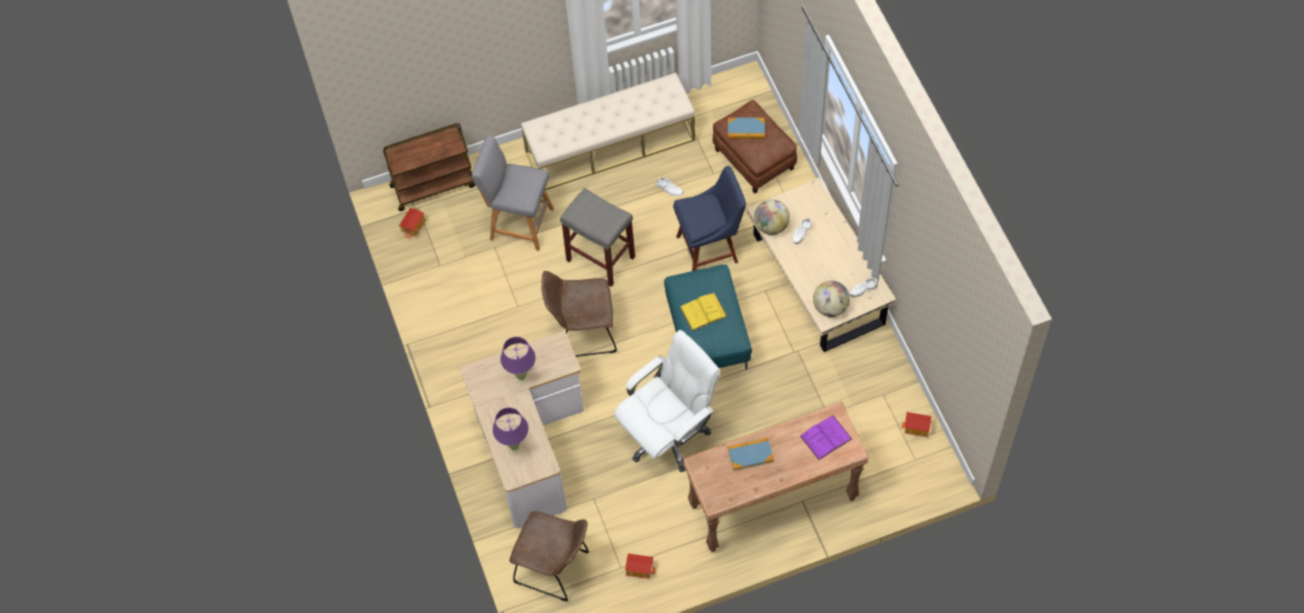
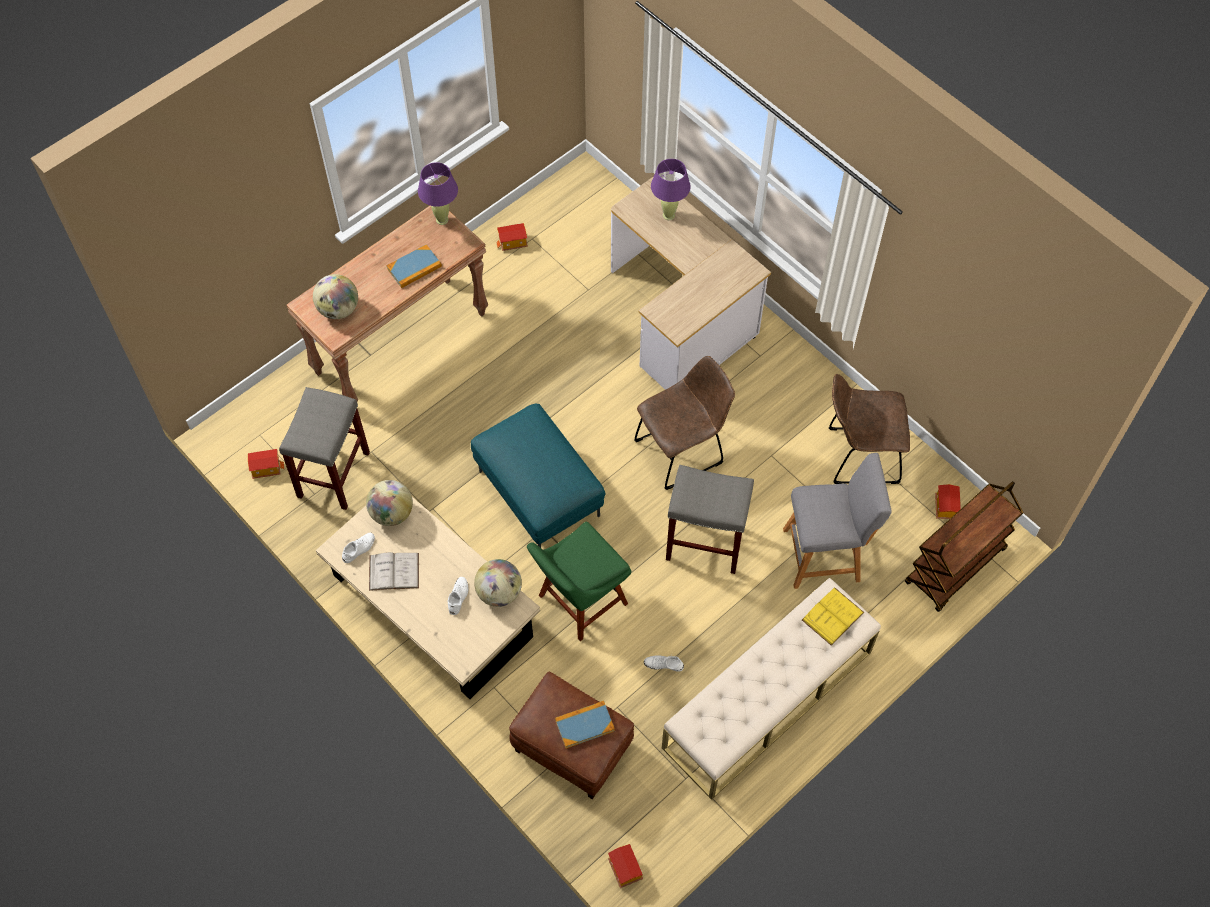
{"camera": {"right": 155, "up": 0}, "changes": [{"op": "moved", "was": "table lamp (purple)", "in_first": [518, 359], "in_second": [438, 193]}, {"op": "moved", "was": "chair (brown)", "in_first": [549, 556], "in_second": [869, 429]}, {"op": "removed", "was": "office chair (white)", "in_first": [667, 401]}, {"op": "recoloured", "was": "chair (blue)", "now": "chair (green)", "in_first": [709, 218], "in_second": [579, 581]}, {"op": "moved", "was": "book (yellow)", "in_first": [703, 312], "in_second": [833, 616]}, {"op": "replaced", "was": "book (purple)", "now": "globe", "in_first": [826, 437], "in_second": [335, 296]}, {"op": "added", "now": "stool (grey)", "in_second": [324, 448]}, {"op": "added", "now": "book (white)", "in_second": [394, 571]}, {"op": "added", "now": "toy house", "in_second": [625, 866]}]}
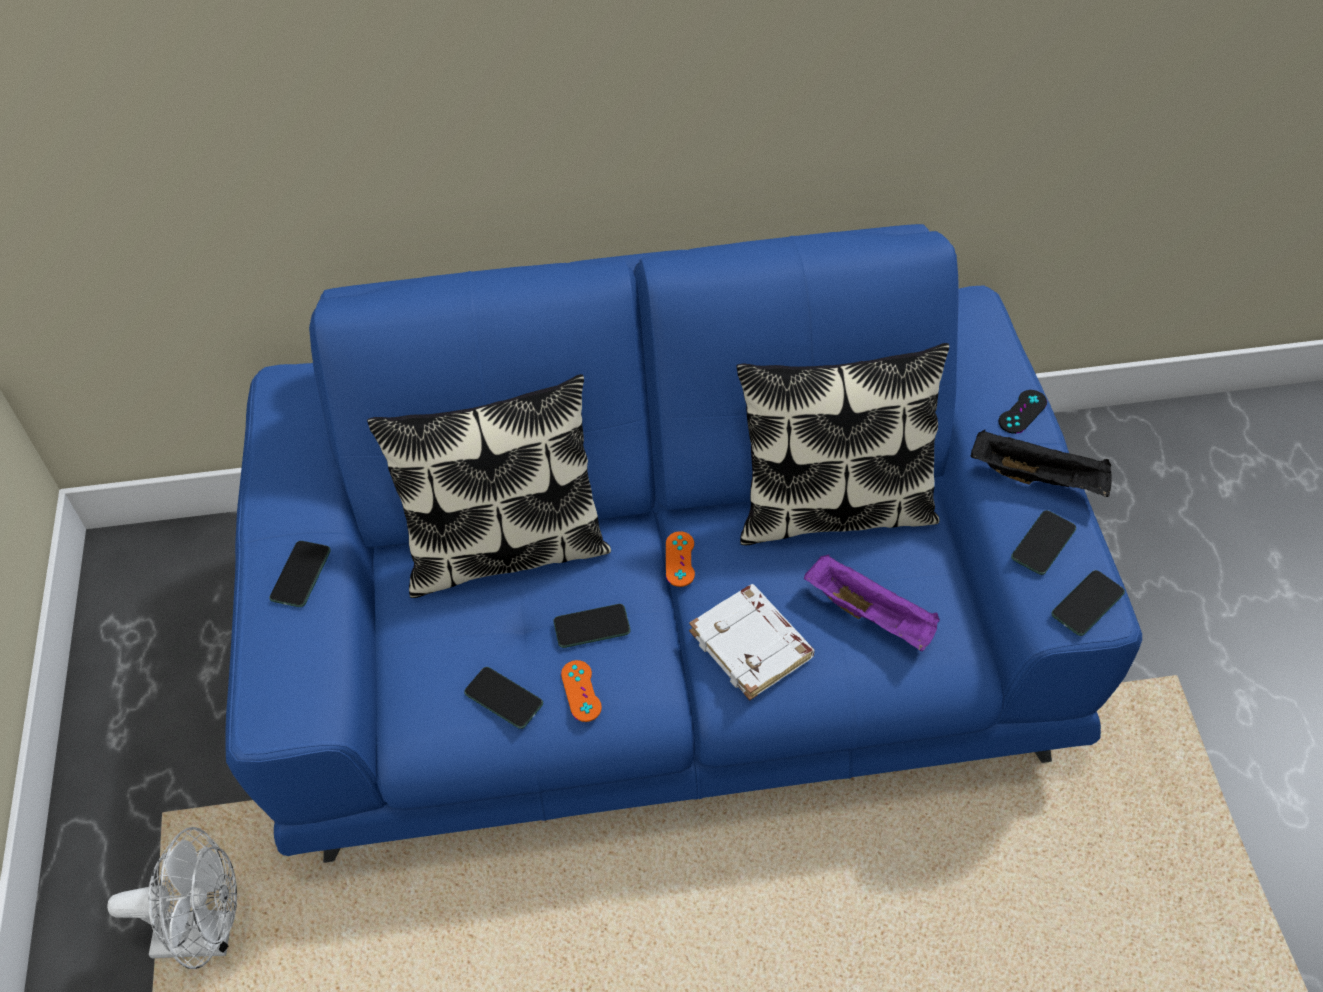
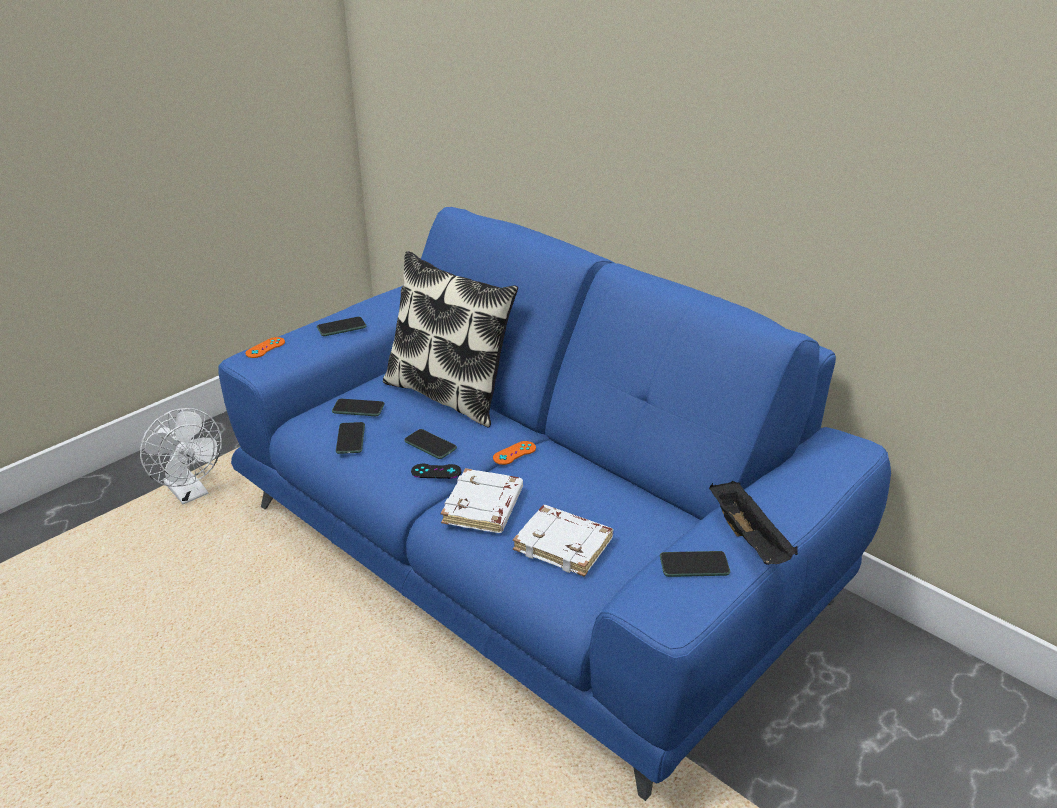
{"camera": {"right": 50, "up": -20}, "changes": [{"op": "moved", "was": "game controller (orange)", "in_first": [581, 691], "in_second": [265, 347]}, {"op": "removed", "was": "pillow", "in_first": [843, 444]}, {"op": "replaced", "was": "tray (purple)", "now": "book (white)", "in_first": [872, 602], "in_second": [563, 541]}, {"op": "moved", "was": "game controller (black)", "in_first": [1023, 412], "in_second": [436, 471]}, {"op": "moved", "was": "phone", "in_first": [1088, 603], "in_second": [358, 407]}]}
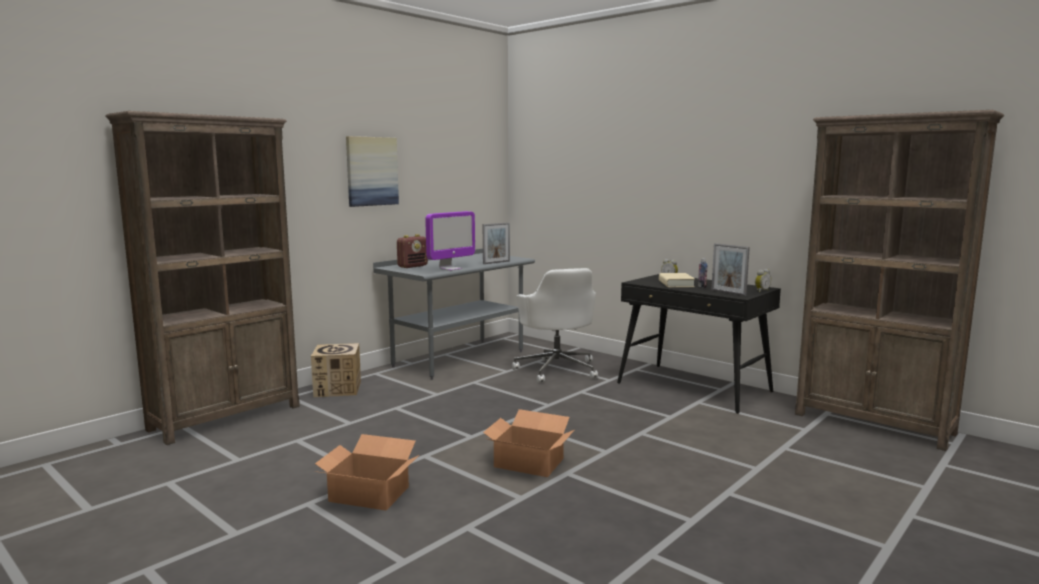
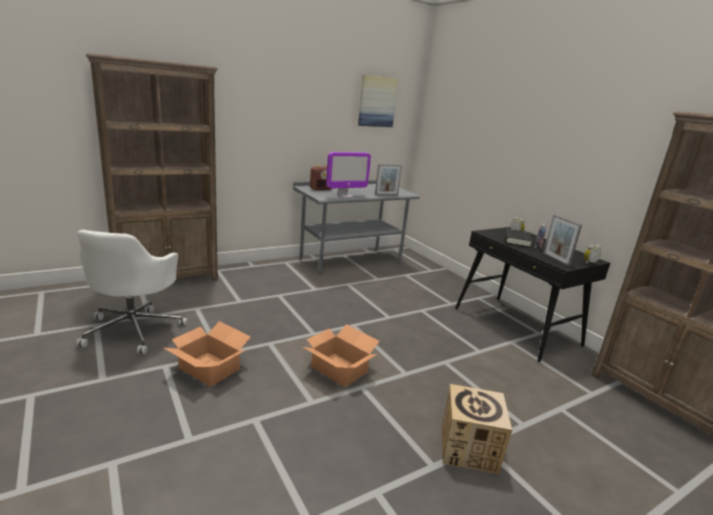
{"camera": {"right": 15, "up": 10}, "changes": [{"op": "moved", "was": "cardboard box", "in_first": [336, 370], "in_second": [477, 429]}, {"op": "moved", "was": "picture", "in_first": [372, 171], "in_second": [378, 101]}, {"op": "moved", "was": "office chair (white)", "in_first": [555, 325], "in_second": [132, 292]}, {"op": "recoloured", "was": "book (beige)", "now": "book (black)", "in_first": [677, 280], "in_second": [518, 238]}]}
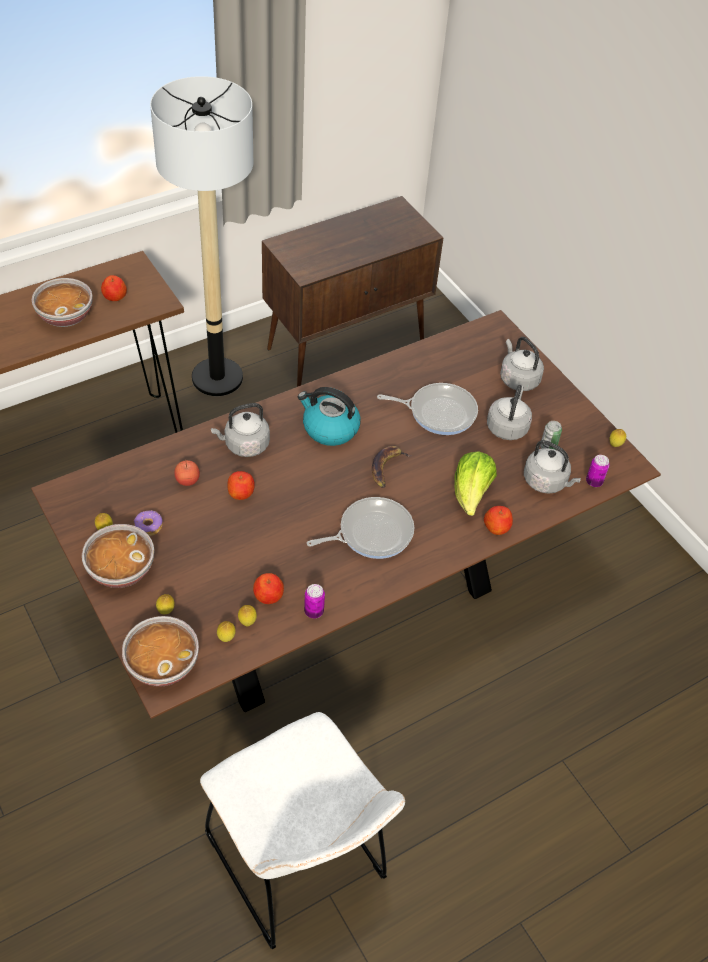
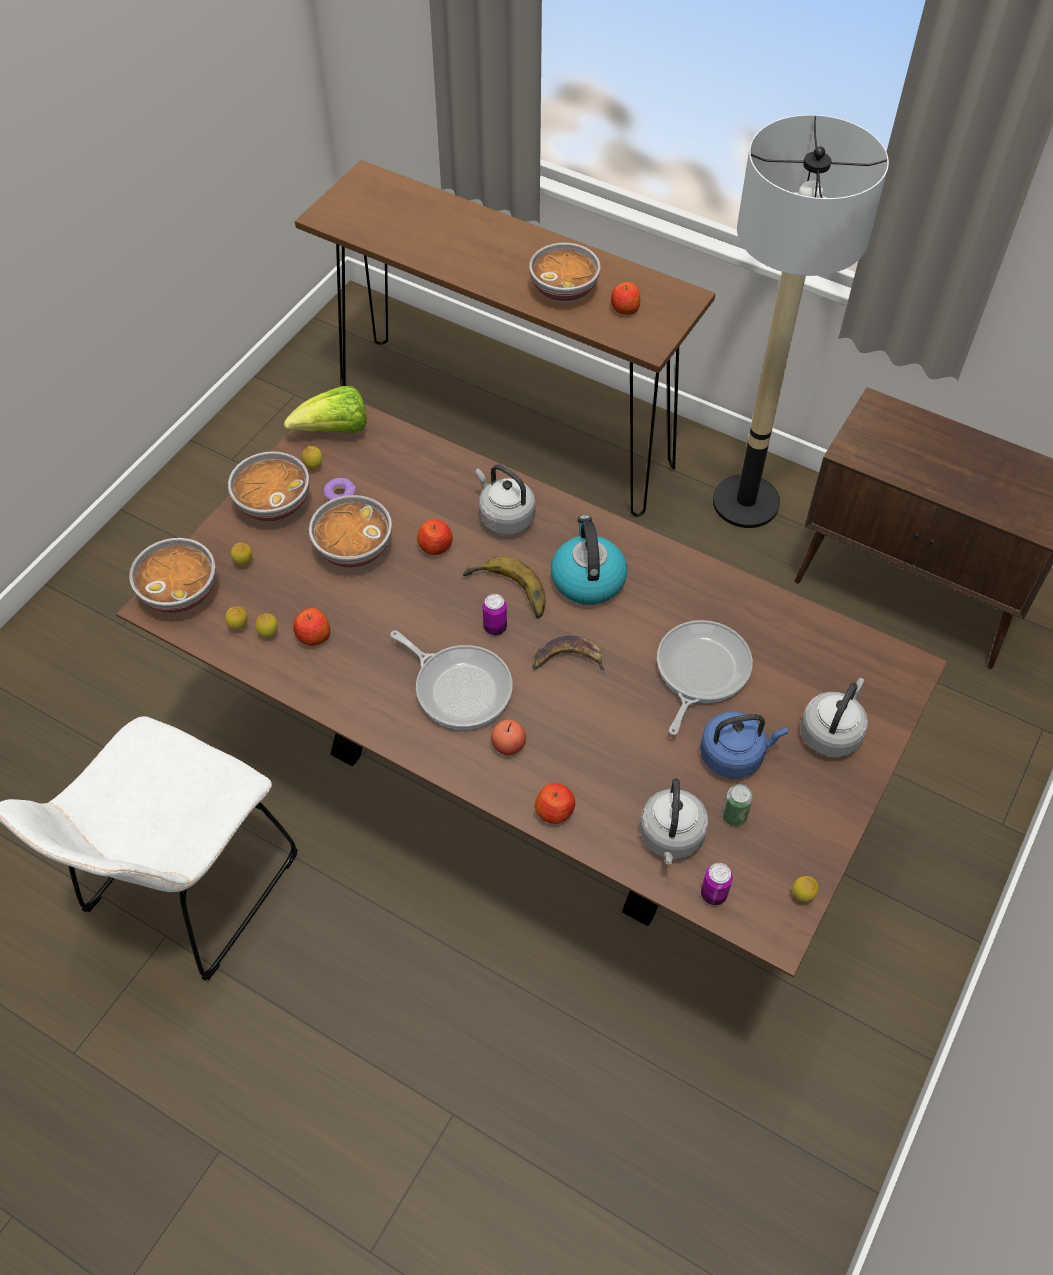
{"camera": {"right": 65, "up": 5}, "changes": [{"op": "moved", "was": "apple", "in_first": [187, 473], "in_second": [508, 737]}, {"op": "moved", "was": "can", "in_first": [314, 601], "in_second": [495, 615]}, {"op": "turned", "was": "frying pan", "in_first": [427, 409], "in_second": [705, 677], "clockwise": -135}, {"op": "moved", "was": "lettuce", "in_first": [475, 483], "in_second": [325, 409]}, {"op": "recoloured", "was": "kettle (grey)", "now": "kettle (blue)", "in_first": [509, 412], "in_second": [744, 745]}, {"op": "added", "now": "bowl", "in_second": [350, 531]}, {"op": "added", "now": "banana", "in_second": [504, 587]}]}
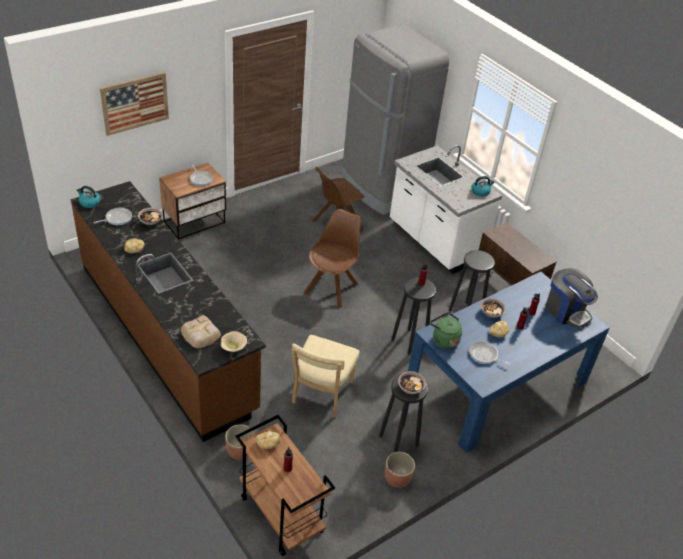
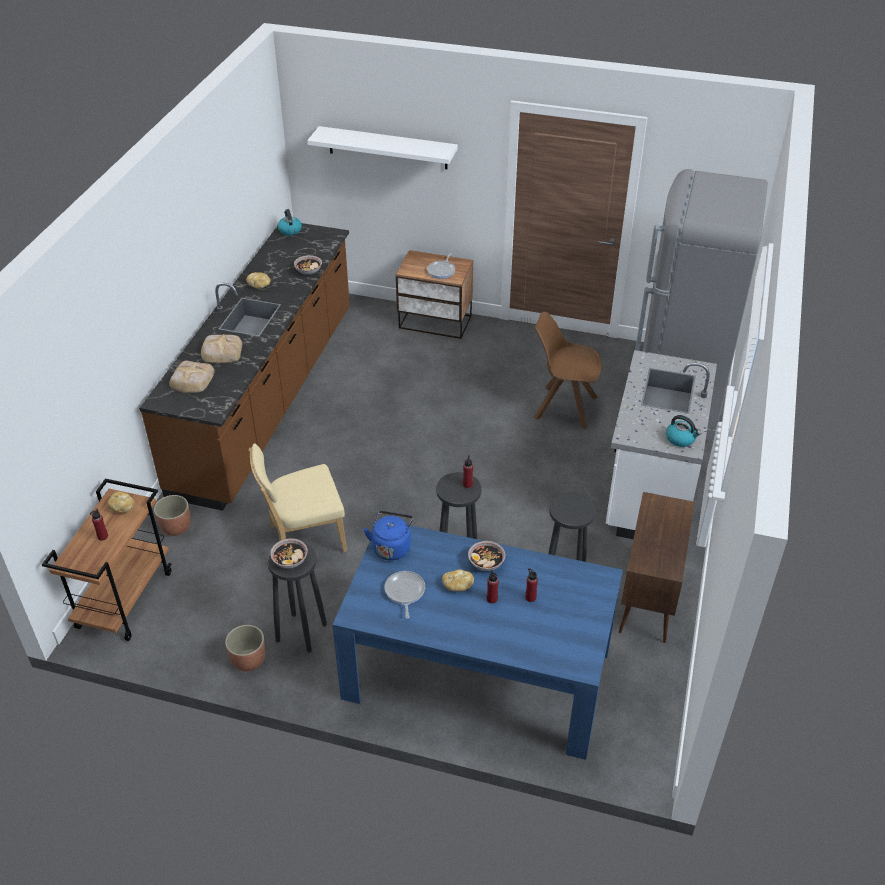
{"camera": {"right": 55, "up": 0}, "changes": [{"op": "removed", "was": "frying pan", "in_first": [113, 216]}, {"op": "replaced", "was": "picture", "now": "shelf (white)", "in_first": [134, 104], "in_second": [382, 147]}, {"op": "removed", "was": "bowl (beige)", "in_first": [234, 341]}, {"op": "removed", "was": "chair (brown)", "in_first": [332, 258]}, {"op": "recoloured", "was": "kettle (green)", "now": "kettle (blue)", "in_first": [446, 330], "in_second": [388, 535]}, {"op": "removed", "was": "coffee machine", "in_first": [571, 298]}, {"op": "added", "now": "bread", "in_second": [221, 348]}]}
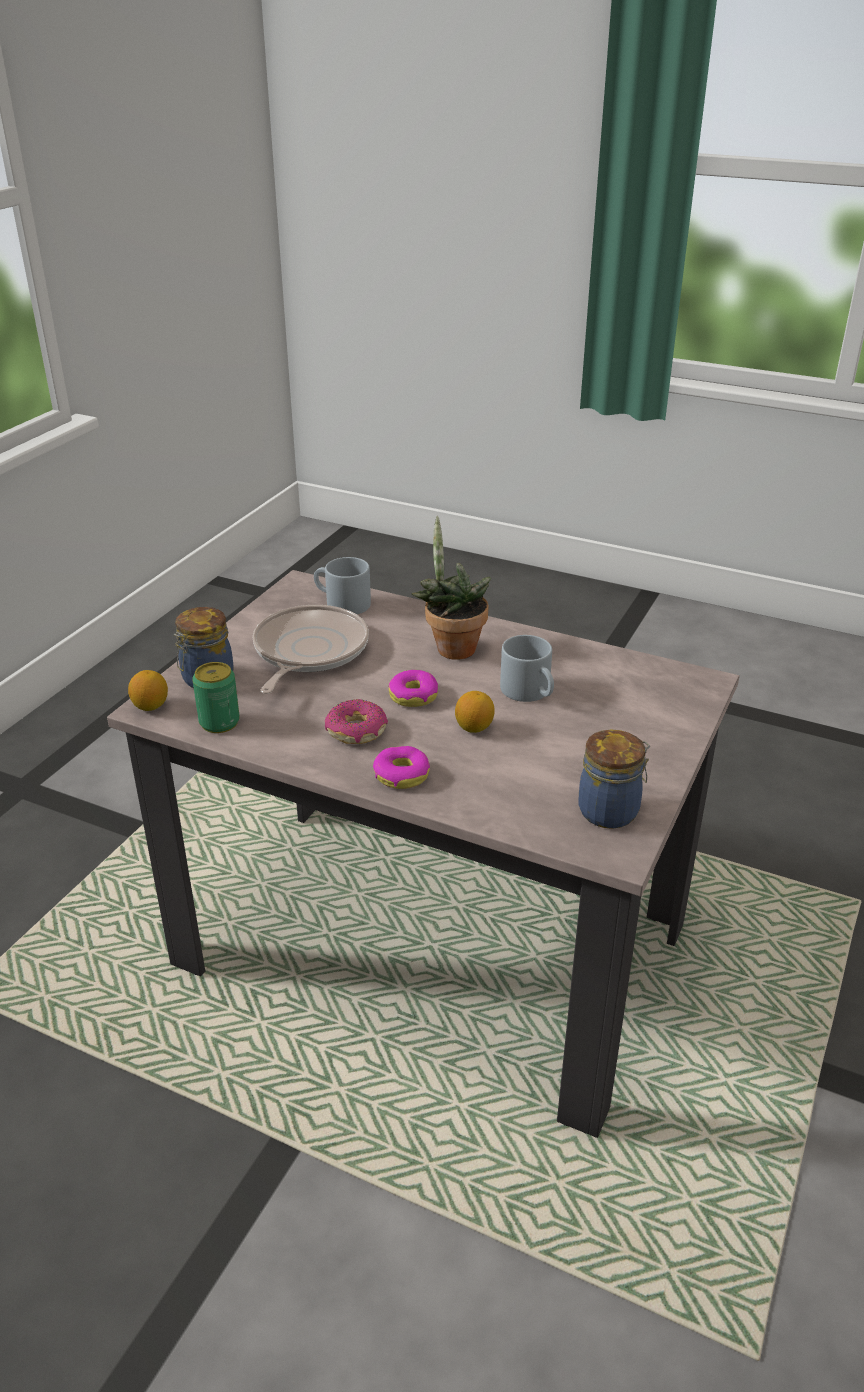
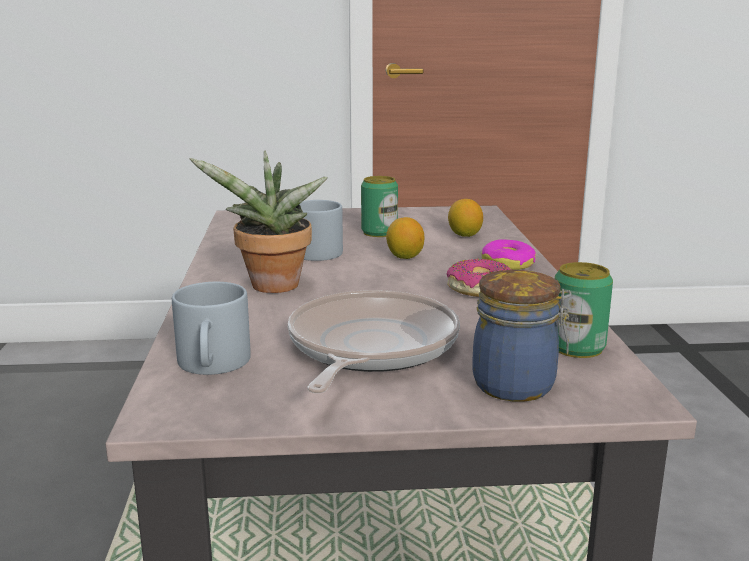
{"camera": {"right": -120, "up": -15}, "changes": [{"op": "moved", "was": "lemon", "in_first": [148, 690], "in_second": [465, 218]}, {"op": "turned", "was": "frying pan", "in_first": [311, 649], "in_second": [374, 341], "clockwise": 120}, {"op": "removed", "was": "donut", "in_first": [413, 688]}, {"op": "removed", "was": "jar", "in_first": [614, 779]}, {"op": "added", "now": "can", "in_second": [379, 206]}]}
